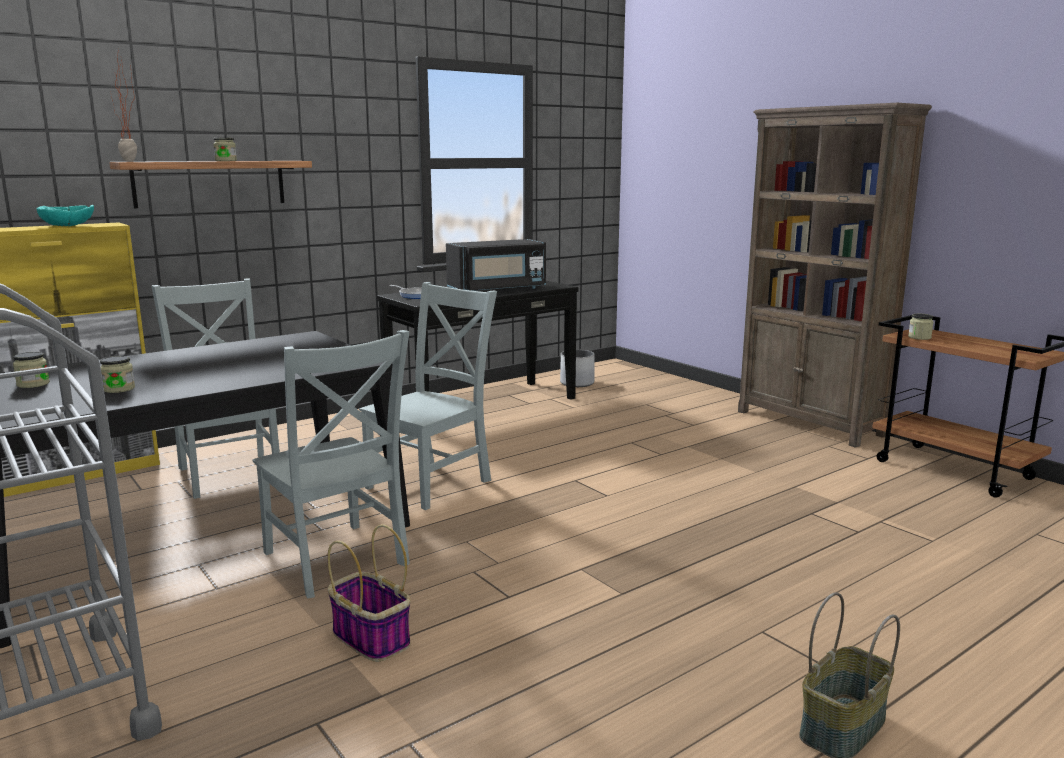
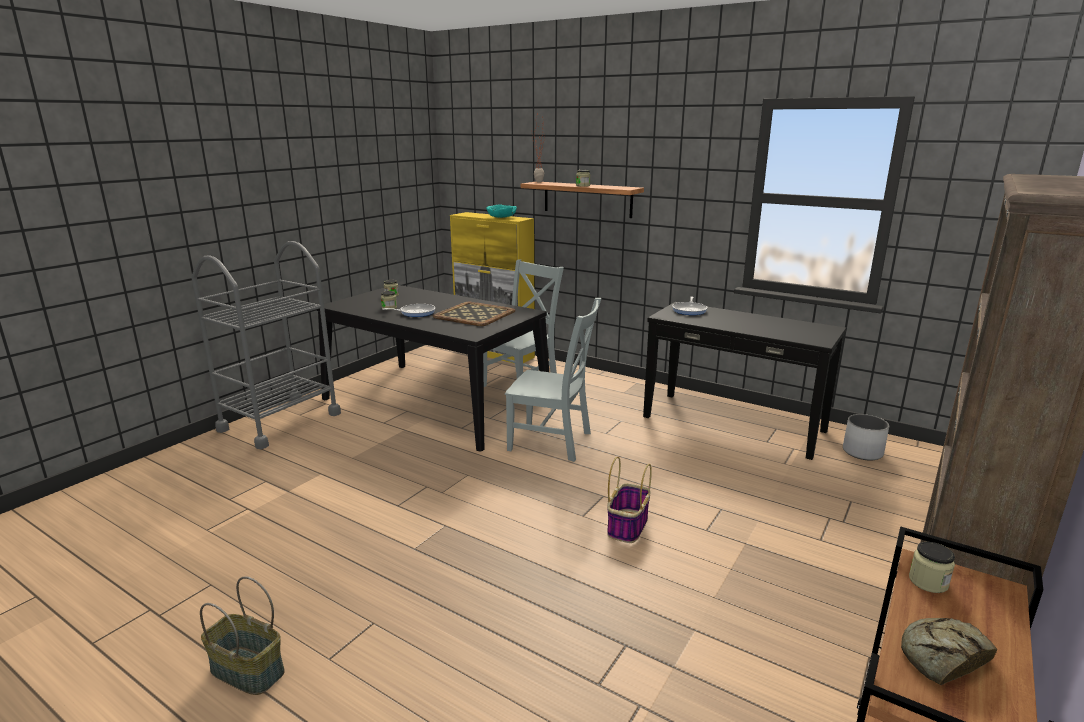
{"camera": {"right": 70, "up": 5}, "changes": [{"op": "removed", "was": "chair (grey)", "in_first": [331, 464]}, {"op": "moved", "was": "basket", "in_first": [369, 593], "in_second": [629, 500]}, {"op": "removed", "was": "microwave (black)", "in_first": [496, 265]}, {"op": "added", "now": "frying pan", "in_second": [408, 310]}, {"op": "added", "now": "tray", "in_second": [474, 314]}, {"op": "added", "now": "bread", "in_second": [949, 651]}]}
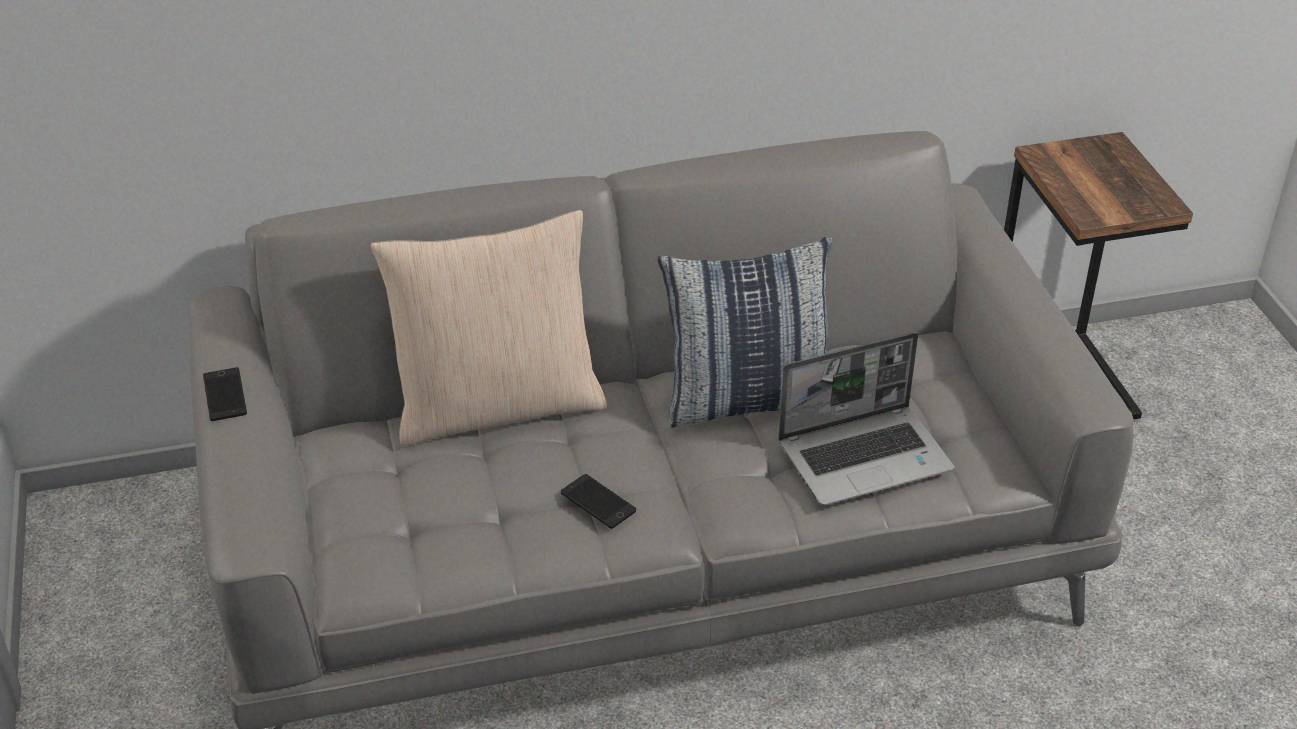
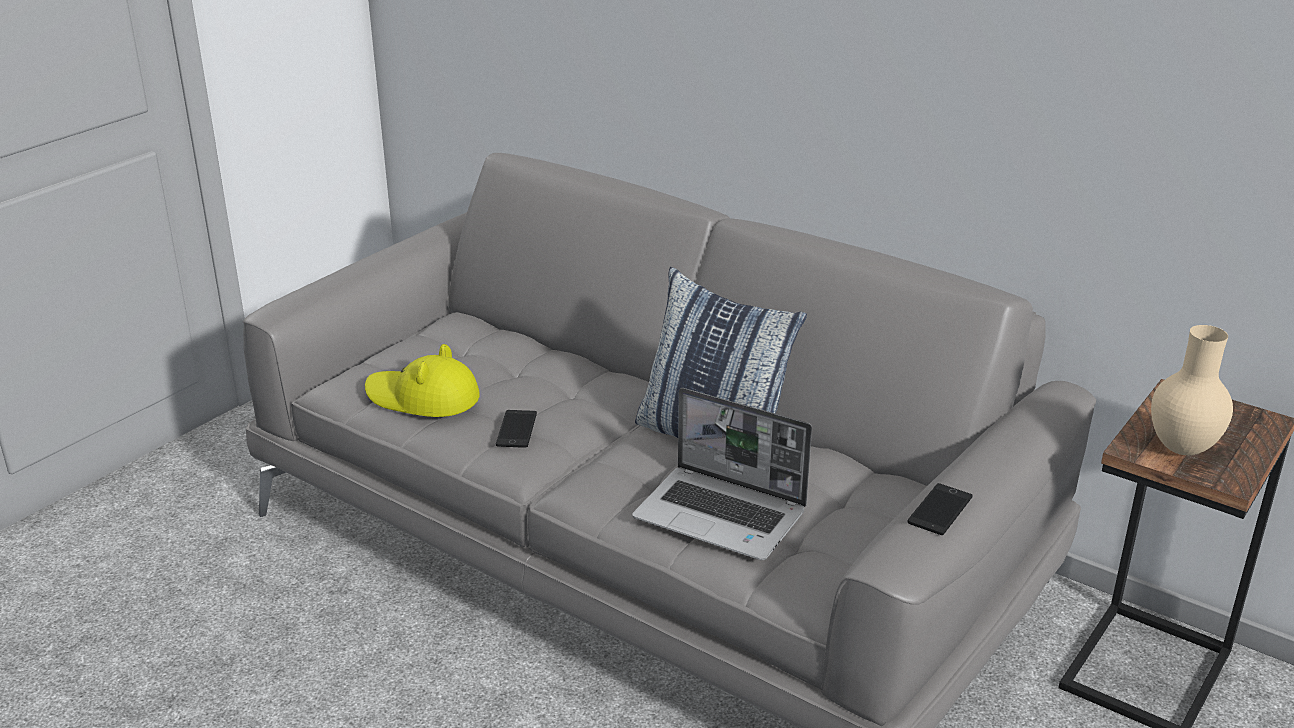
{"camera": {"right": 50, "up": -10}, "changes": [{"op": "moved", "was": "phone", "in_first": [225, 394], "in_second": [940, 509]}, {"op": "removed", "was": "pillow (beige)", "in_first": [488, 328]}, {"op": "added", "now": "hat (yellow)", "in_second": [422, 380]}, {"op": "added", "now": "vase (beige)", "in_second": [1192, 390]}]}
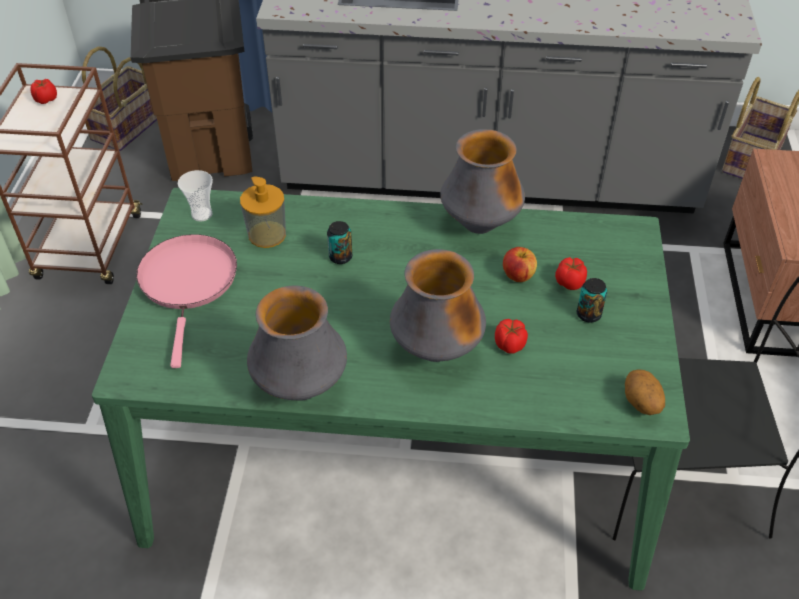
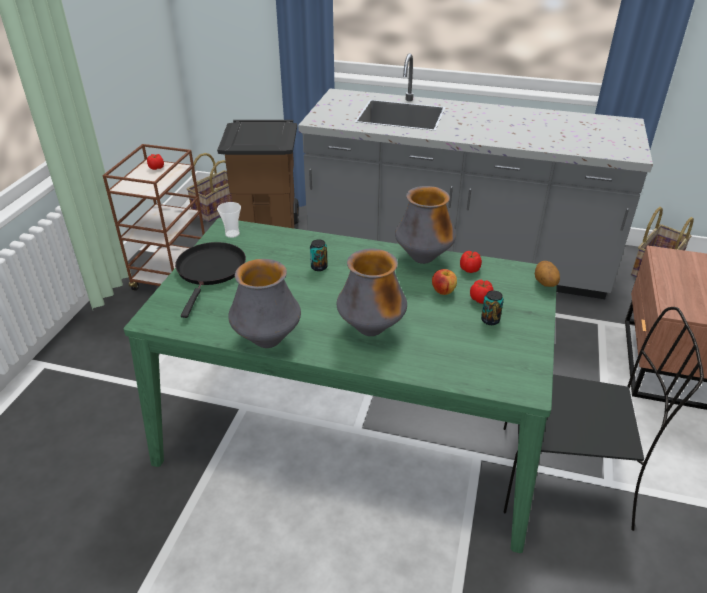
{"camera": {"right": 10, "up": -10}, "changes": [{"op": "recoloured", "was": "frying pan (pink)", "now": "frying pan (black)", "in_first": [186, 301], "in_second": [210, 280]}, {"op": "removed", "was": "soap dispenser", "in_first": [263, 212]}, {"op": "moved", "was": "tomato", "in_first": [511, 336], "in_second": [471, 262]}, {"op": "moved", "was": "potato", "in_first": [645, 392], "in_second": [547, 274]}]}
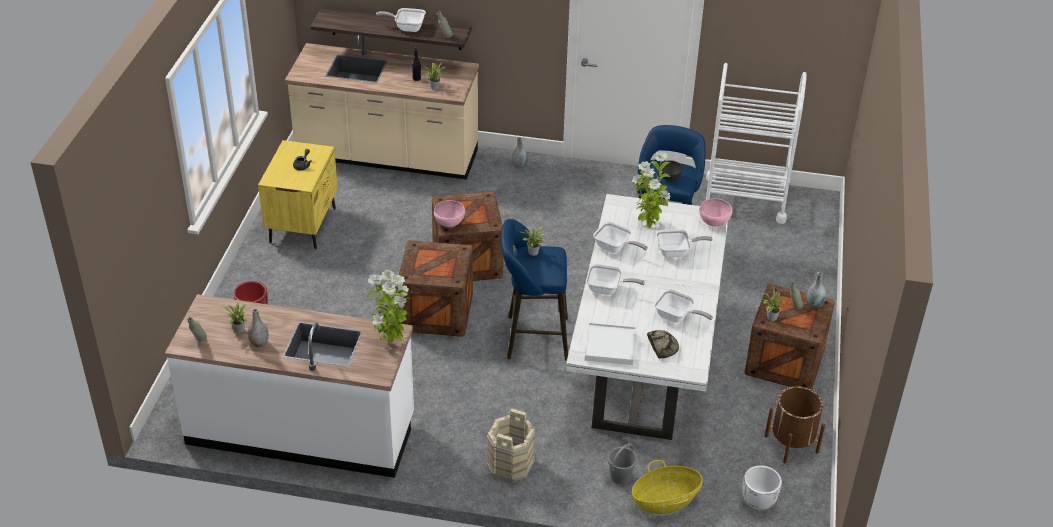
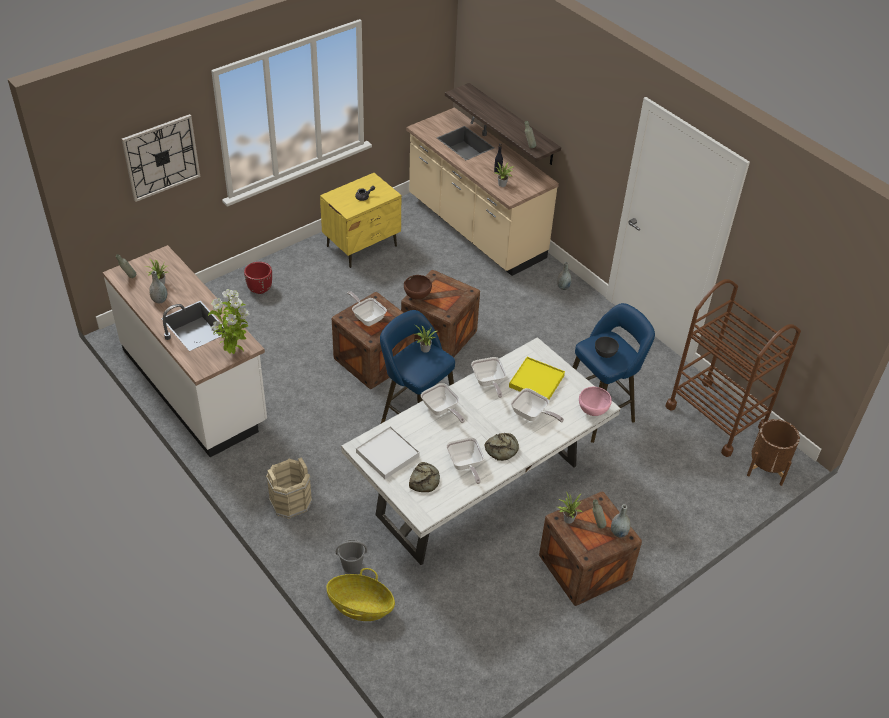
{"camera": {"right": 40, "up": 5}, "changes": [{"op": "moved", "was": "frying pan", "in_first": [401, 20], "in_second": [367, 308]}, {"op": "recoloured", "was": "bowl (pink)", "now": "bowl (brown)", "in_first": [449, 213], "in_second": [418, 287]}, {"op": "replaced", "was": "potted plant", "now": "tray (yellow)", "in_first": [651, 190], "in_second": [537, 378]}, {"op": "recoloured", "was": "cart (white)", "now": "cart (brown)", "in_first": [756, 143], "in_second": [733, 368]}, {"op": "removed", "was": "planter (white)", "in_first": [762, 487]}, {"op": "moved", "was": "planter (brown)", "in_first": [795, 425], "in_second": [773, 452]}, {"op": "added", "now": "wall clock", "in_second": [161, 158]}, {"op": "added", "now": "bread", "in_second": [501, 447]}]}
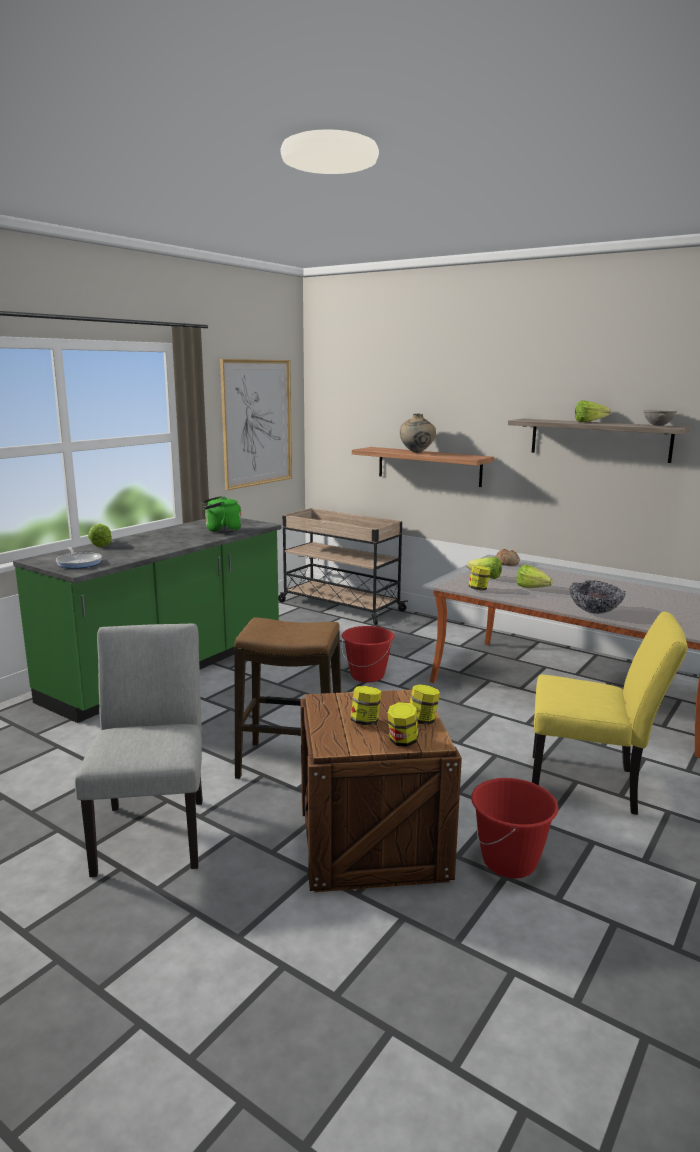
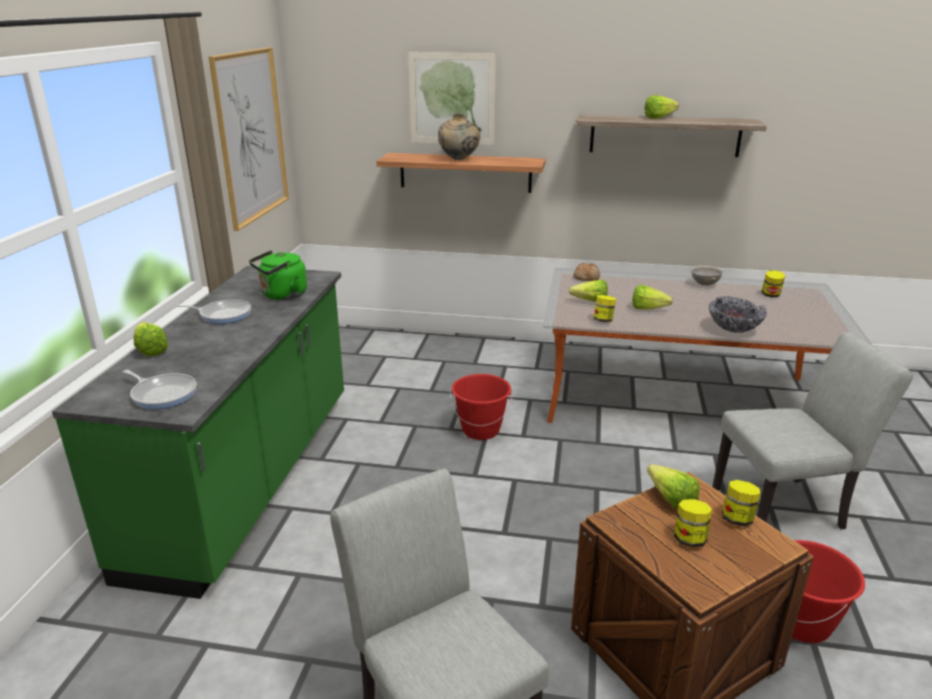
{"camera": {"right": -25, "up": 10}, "changes": [{"op": "removed", "was": "stool", "in_first": [287, 698]}, {"op": "removed", "was": "cart (beige)", "in_first": [343, 566]}, {"op": "moved", "was": "jar", "in_first": [403, 724], "in_second": [773, 284]}, {"op": "recoloured", "was": "chair (yellow)", "now": "chair (grey)", "in_first": [610, 713], "in_second": [812, 430]}, {"op": "moved", "was": "bowl (grey)", "in_first": [660, 418], "in_second": [707, 276]}, {"op": "added", "now": "frying pan", "in_second": [214, 312]}, {"op": "added", "now": "picture", "in_second": [452, 98]}, {"op": "added", "now": "lettuce", "in_second": [673, 487]}]}
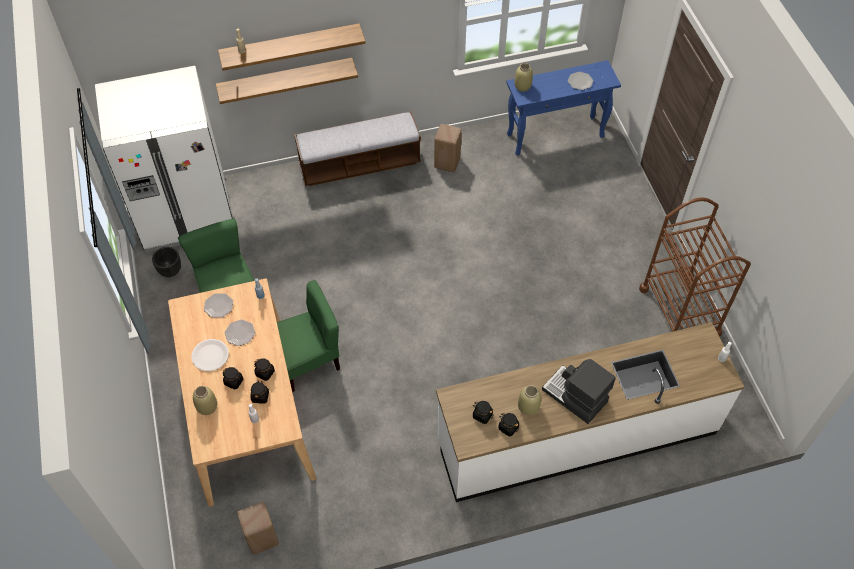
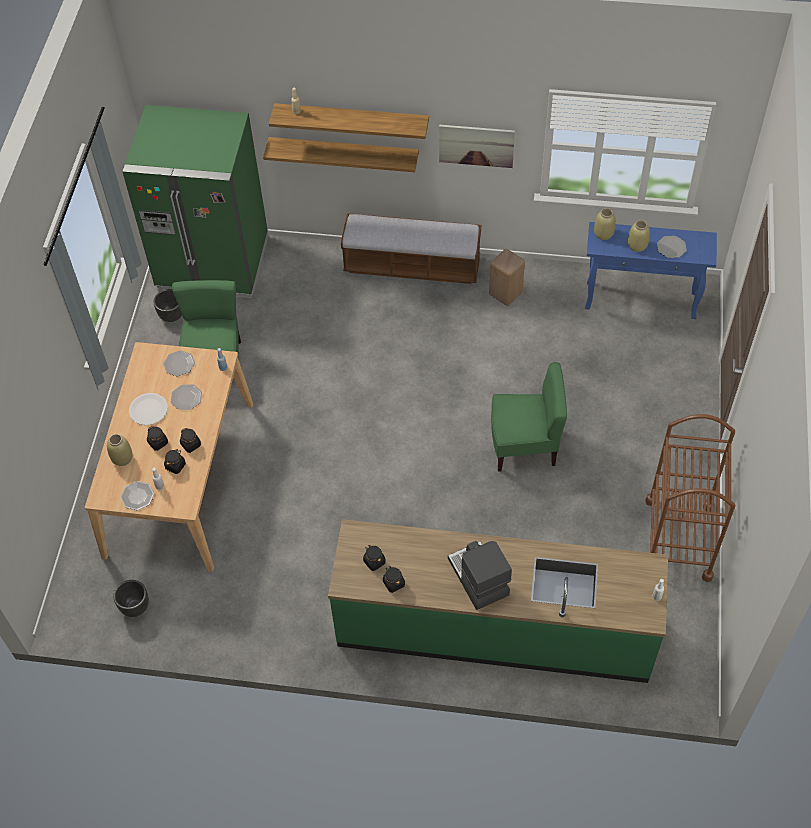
{"camera": {"right": 25, "up": 0}, "changes": [{"op": "recoloured", "was": "fridge (white)", "now": "fridge (green)", "in_first": [164, 159], "in_second": [195, 201]}, {"op": "replaced", "was": "stool (beige)", "now": "planter (black)", "in_first": [258, 528], "in_second": [131, 598]}, {"op": "moved", "was": "chair (green)", "in_first": [308, 336], "in_second": [529, 416]}, {"op": "recoloured", "was": "counter (white)", "now": "counter (green)", "in_first": [590, 412], "in_second": [498, 601]}, {"op": "moved", "was": "vase (beige)", "in_first": [529, 400], "in_second": [639, 236]}, {"op": "added", "now": "plate", "in_second": [137, 495]}, {"op": "added", "now": "picture", "in_second": [477, 146]}]}
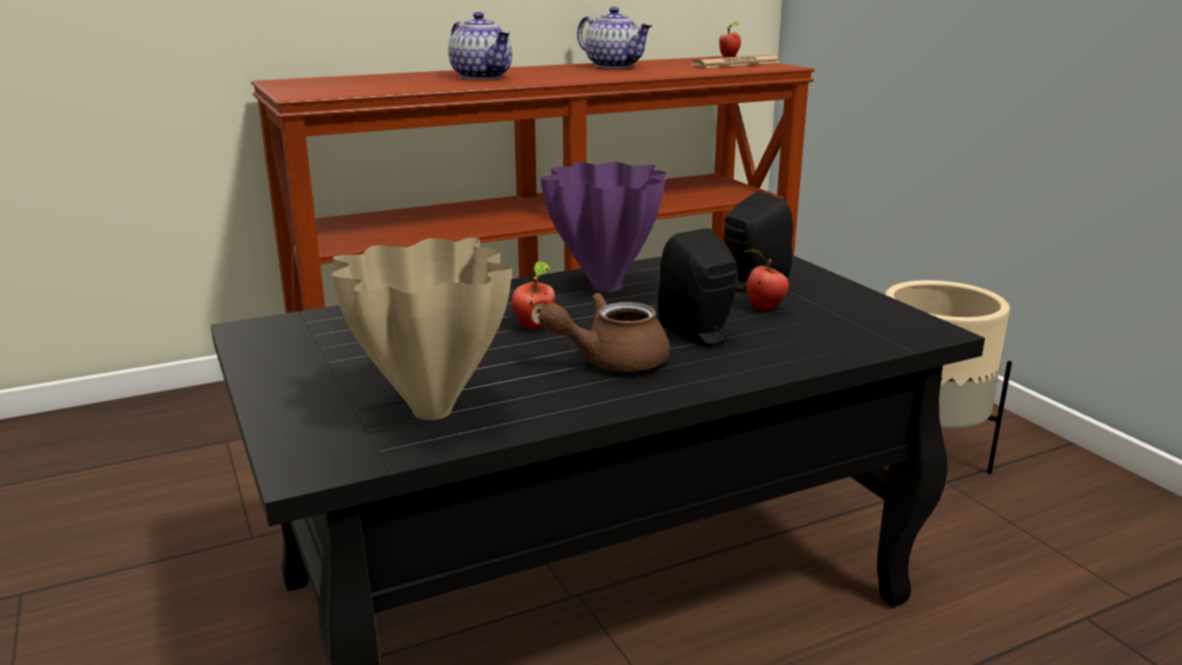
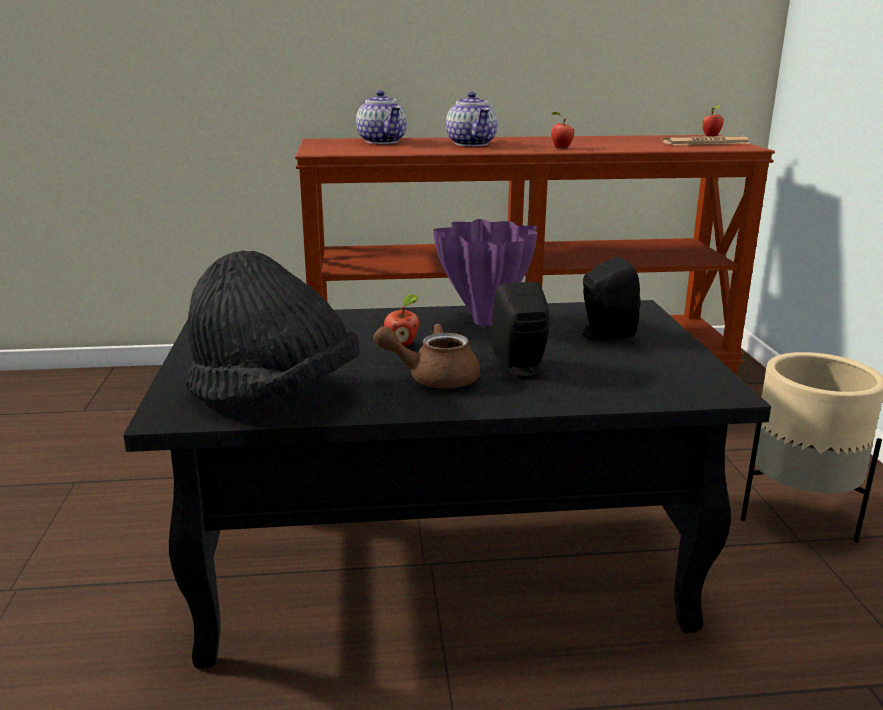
{"camera": {"right": 20, "up": 0}, "changes": [{"op": "replaced", "was": "vase (beige)", "now": "hat (black)", "in_first": [421, 328], "in_second": [272, 327]}, {"op": "moved", "was": "teapot", "in_first": [615, 37], "in_second": [381, 117]}, {"op": "moved", "was": "apple", "in_first": [766, 280], "in_second": [562, 130]}]}
